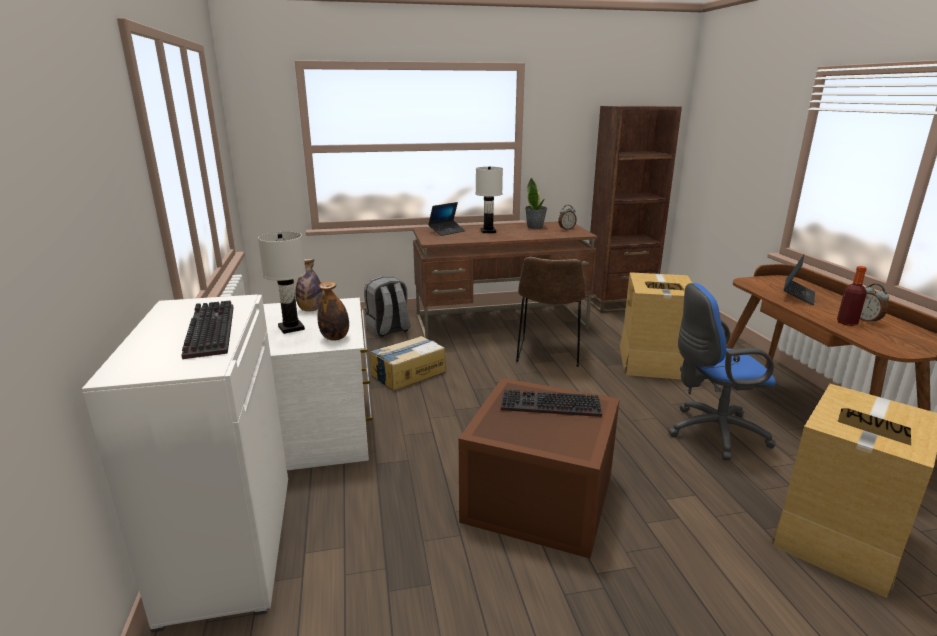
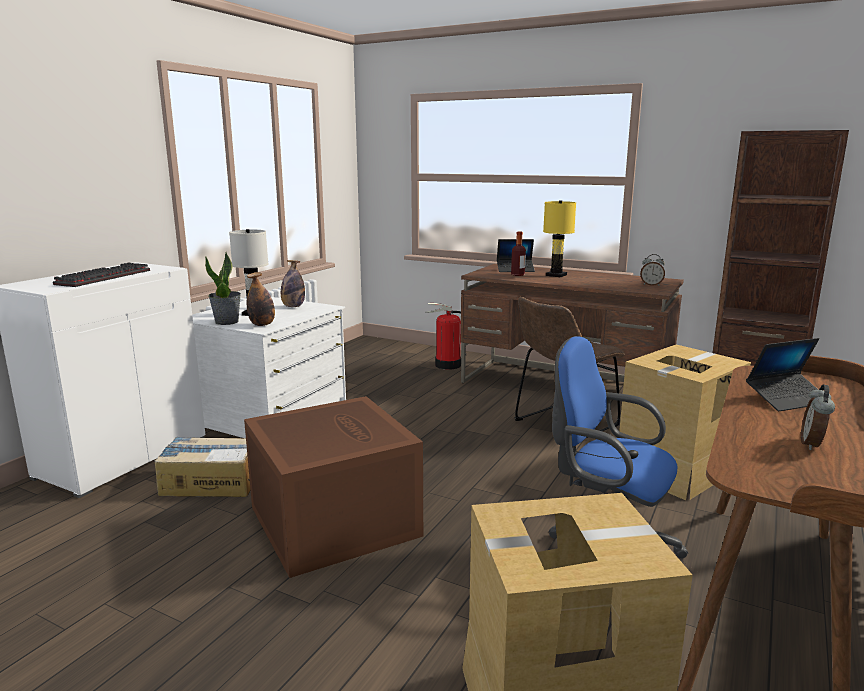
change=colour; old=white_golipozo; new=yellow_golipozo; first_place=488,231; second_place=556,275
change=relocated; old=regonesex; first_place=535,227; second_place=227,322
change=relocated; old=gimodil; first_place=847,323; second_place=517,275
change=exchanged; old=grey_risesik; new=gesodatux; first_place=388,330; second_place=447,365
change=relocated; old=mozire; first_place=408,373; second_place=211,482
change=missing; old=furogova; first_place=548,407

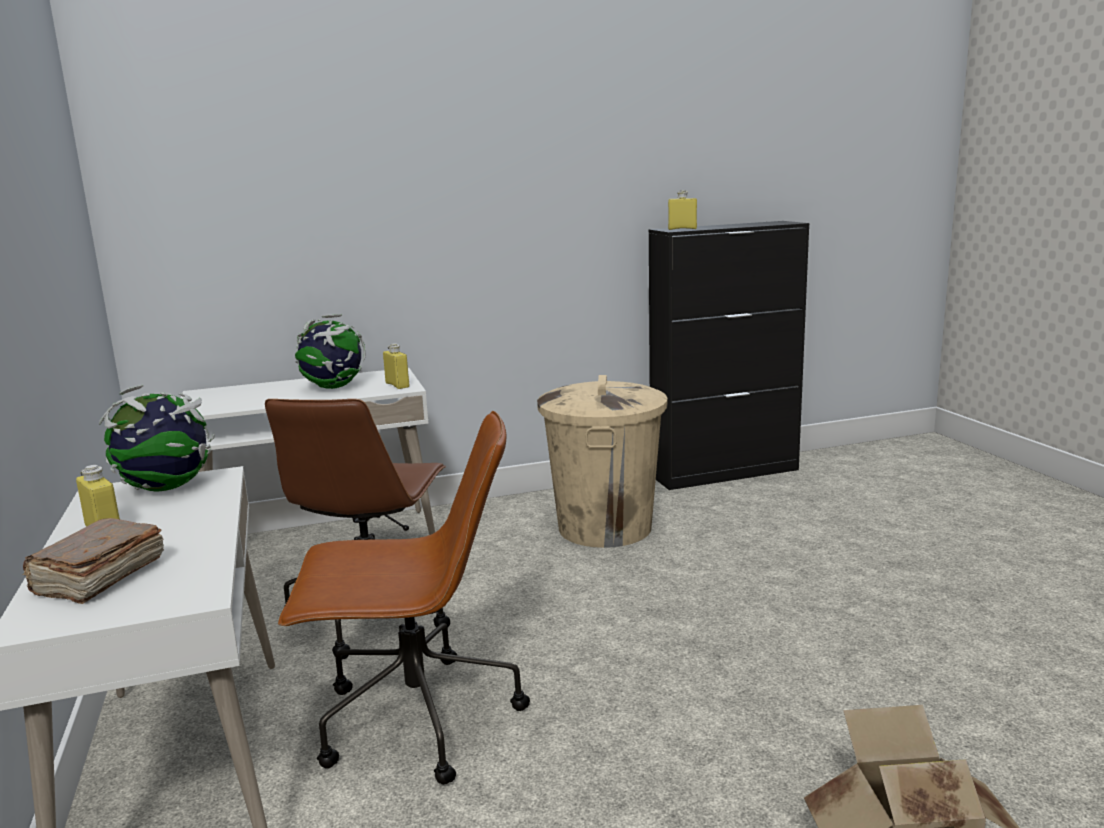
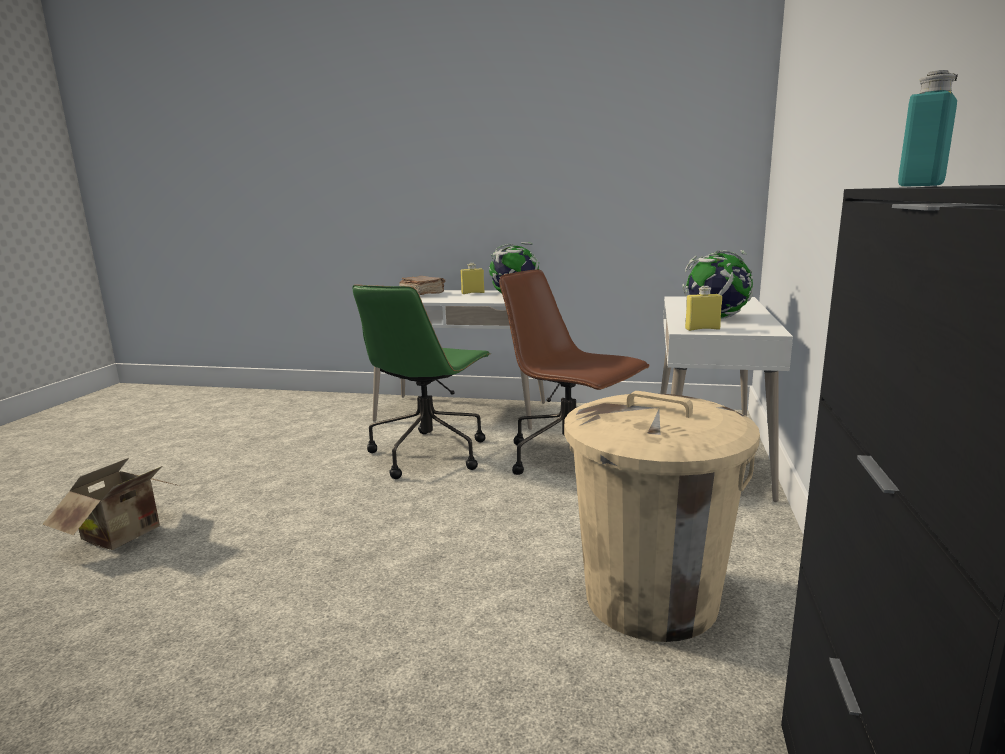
change=colour; old=yellow_gimodil; new=turquoise_gimodil; first_place=682,229; second_place=921,185
change=colour; old=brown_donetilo; new=green_donetilo; first_place=415,720; second_place=429,453

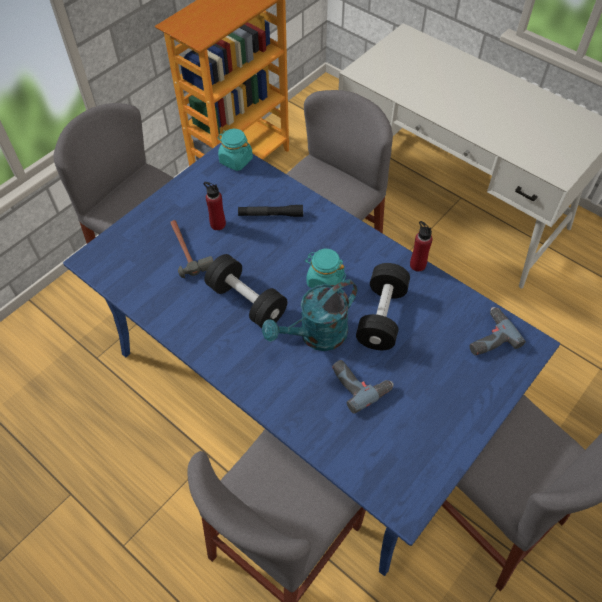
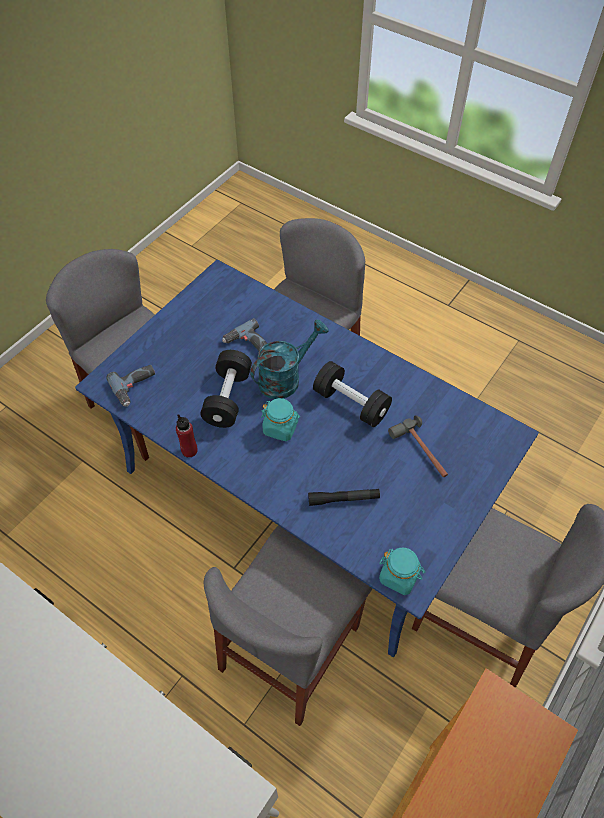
change=missing; old=red_gimodil; first_place=218,224

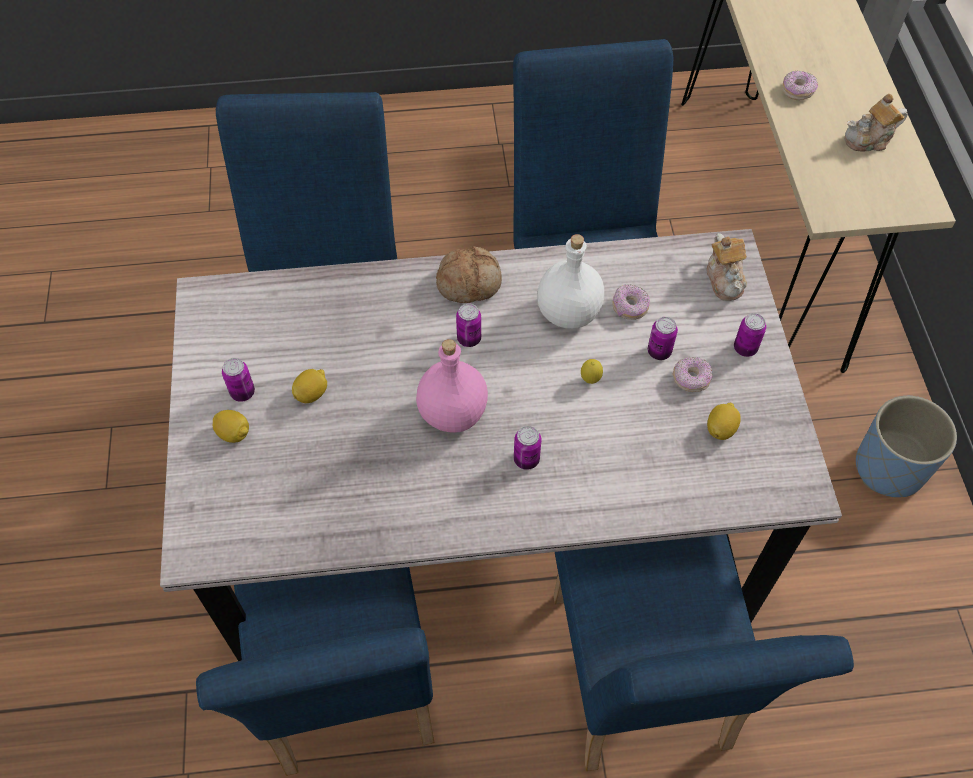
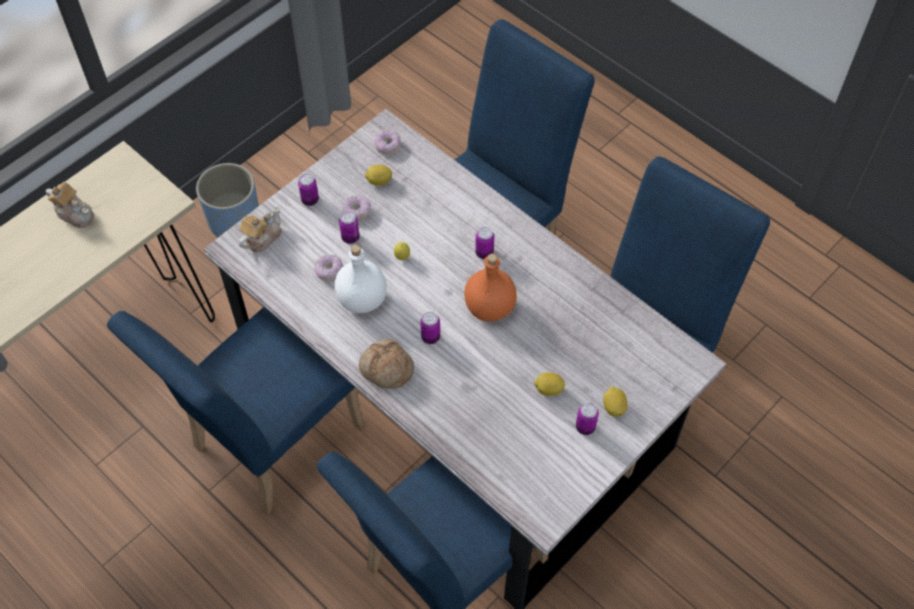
change=relocated; old=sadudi; first_place=797,91; second_place=387,146
change=colour; old=pink_gimodil; new=orange_gimodil; first_place=452,412; second_place=489,308

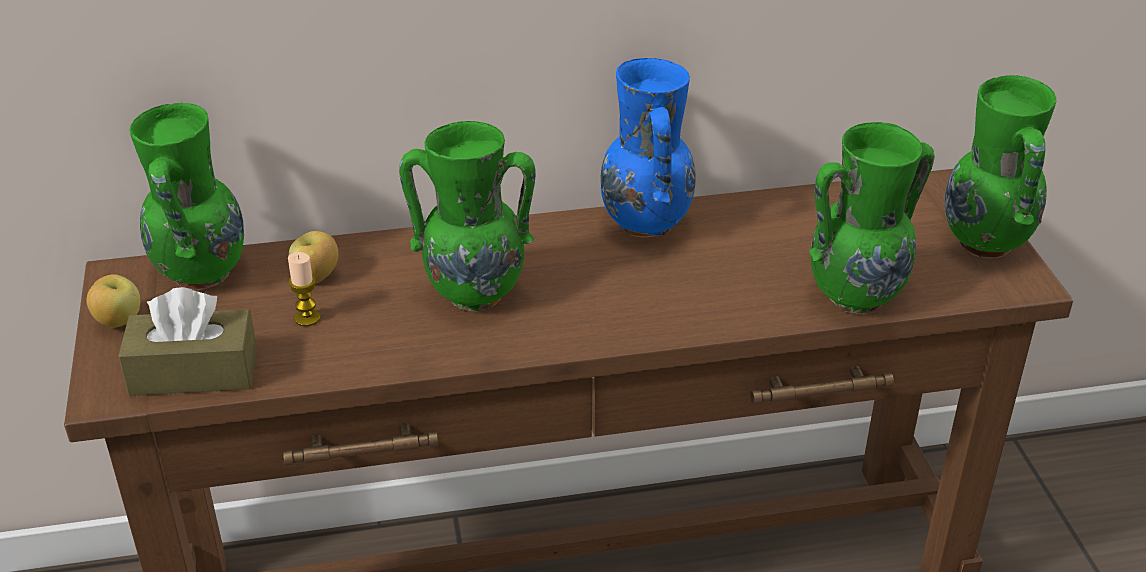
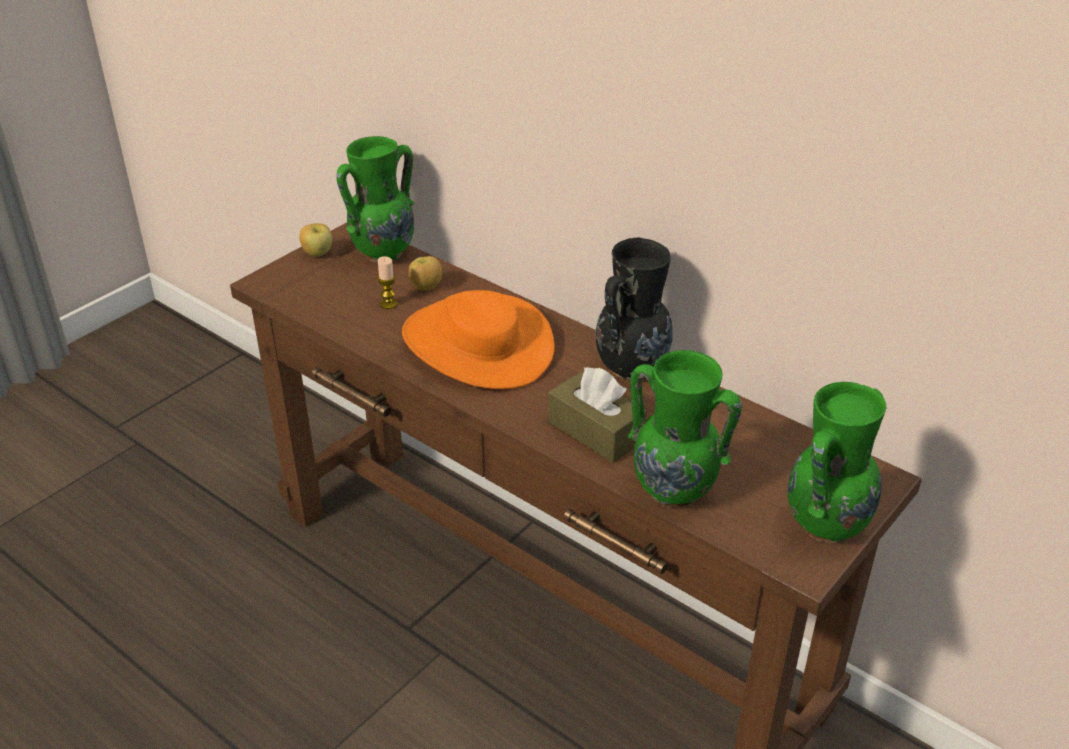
change=colour; old=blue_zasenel; new=black_zasenel; first_place=646,224; second_place=633,369
change=exchanged; old=green_zasenel; new=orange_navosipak; first_place=473,294; second_place=478,344
change=relocated; old=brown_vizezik; first_place=194,372; second_place=595,431

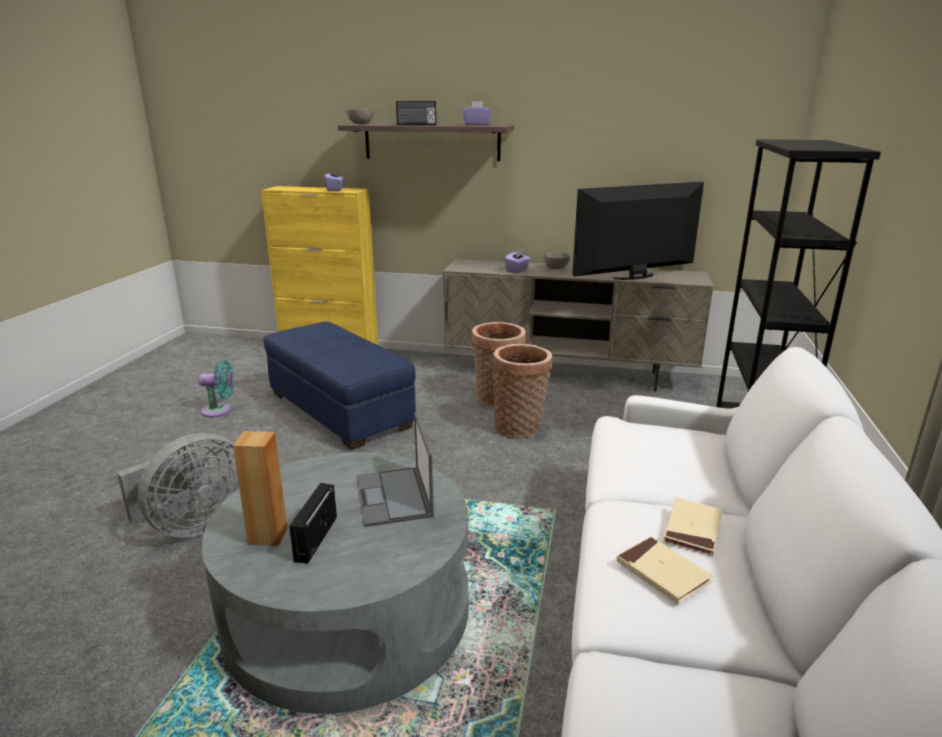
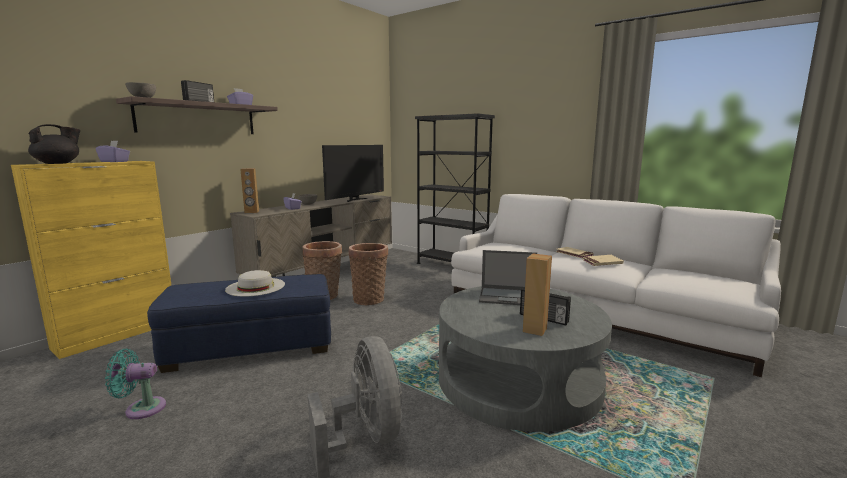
change=spun; old=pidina; first_place=635,277; second_place=355,200; degrees=-150
change=spun; old=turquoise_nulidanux; first_place=220,411; second_place=141,408; degrees=-120
change=appeared; new=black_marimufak; second_place=58,163
change=appeared; new=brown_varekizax; second_place=252,212
change=appeared; new=white_navosipak; second_place=255,287

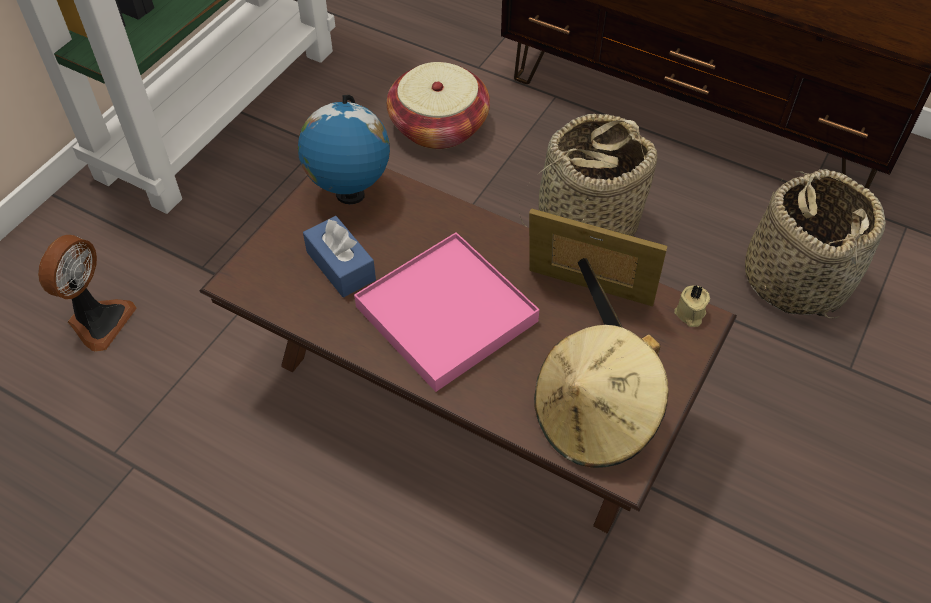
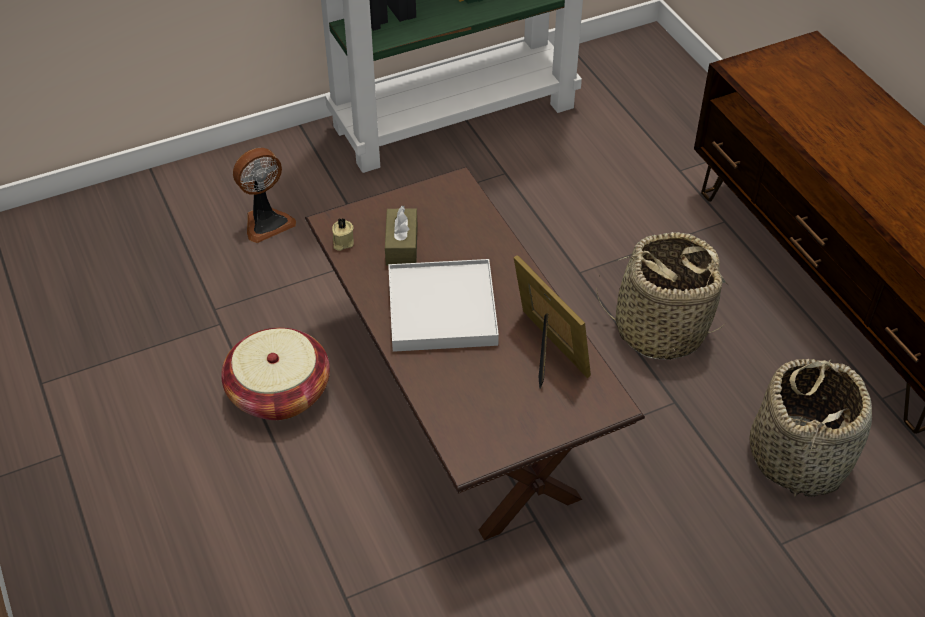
change=relocated; old=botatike; first_place=439,126; second_place=279,392
change=missing; old=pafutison; first_place=350,195
change=colour; old=blue_vizezik; new=brown_vizezik; first_place=341,266; second_place=401,245
change=colour; old=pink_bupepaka; new=white_bupepaka; first_place=445,314; second_place=441,309
change=relocated; old=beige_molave; first_place=689,314; second_place=342,242
change=missing; old=beige_navosipak; first_place=595,418

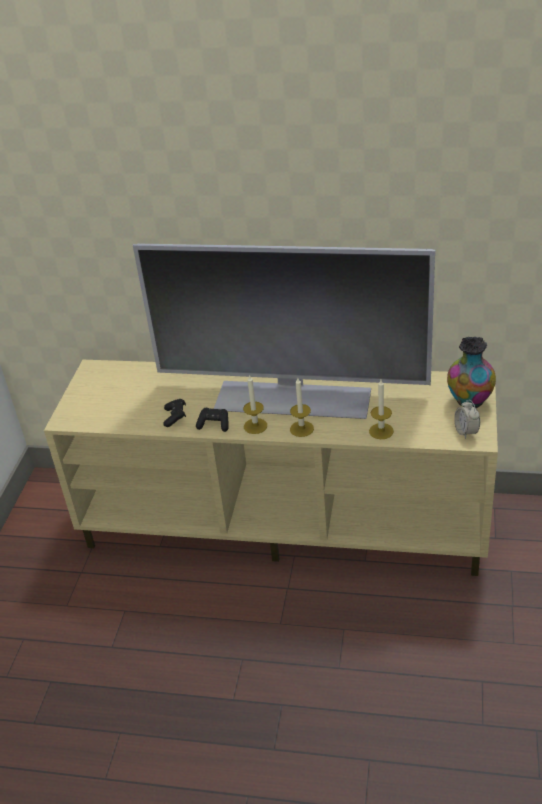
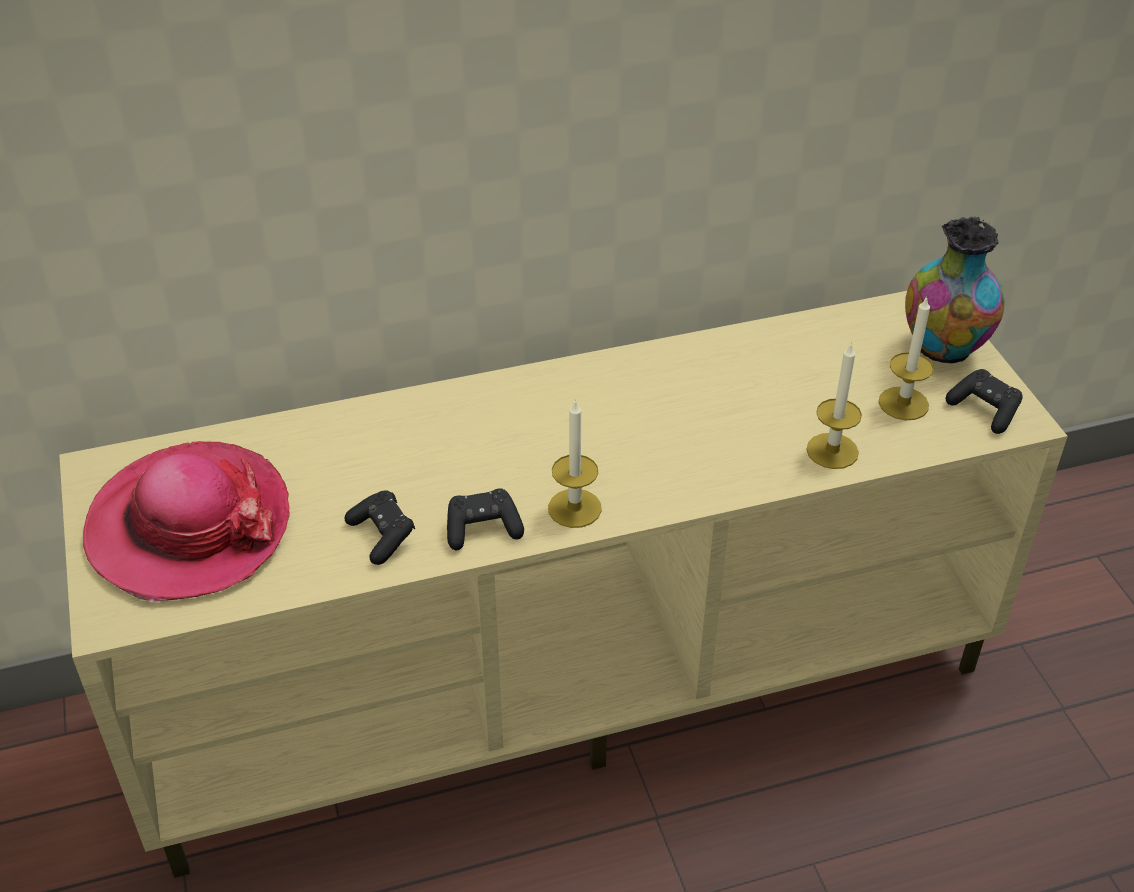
change=missing; old=pidina; first_place=292,398
change=relocated; old=molave; first_place=301,429; second_place=903,403
change=exchanged; old=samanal; new=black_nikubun; first_place=466,431; second_place=984,410
change=appeared; new=navosipak; second_place=189,526

